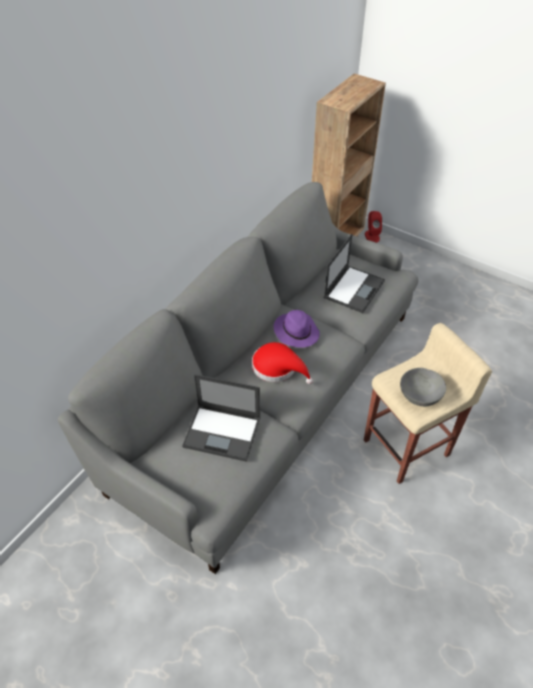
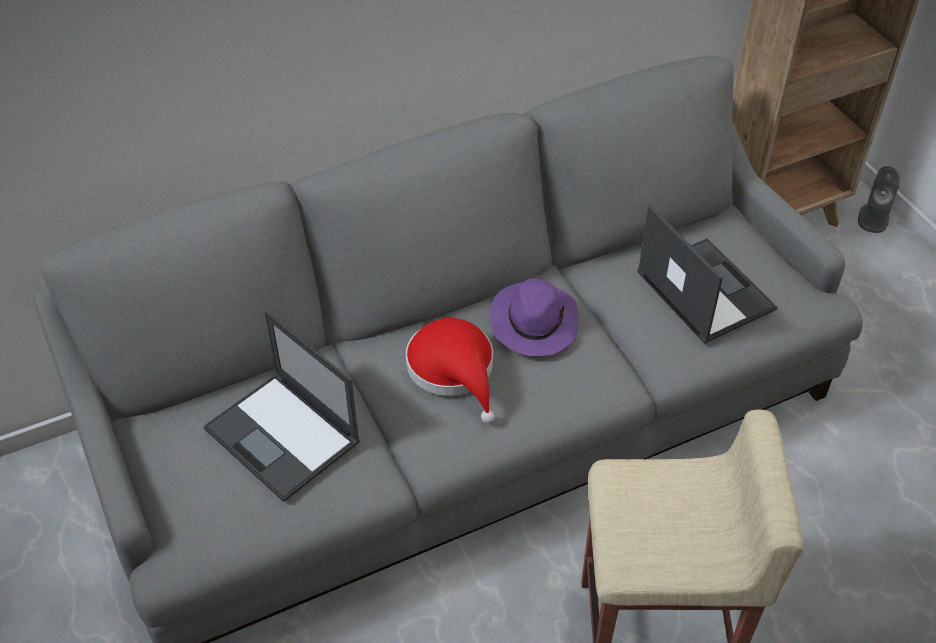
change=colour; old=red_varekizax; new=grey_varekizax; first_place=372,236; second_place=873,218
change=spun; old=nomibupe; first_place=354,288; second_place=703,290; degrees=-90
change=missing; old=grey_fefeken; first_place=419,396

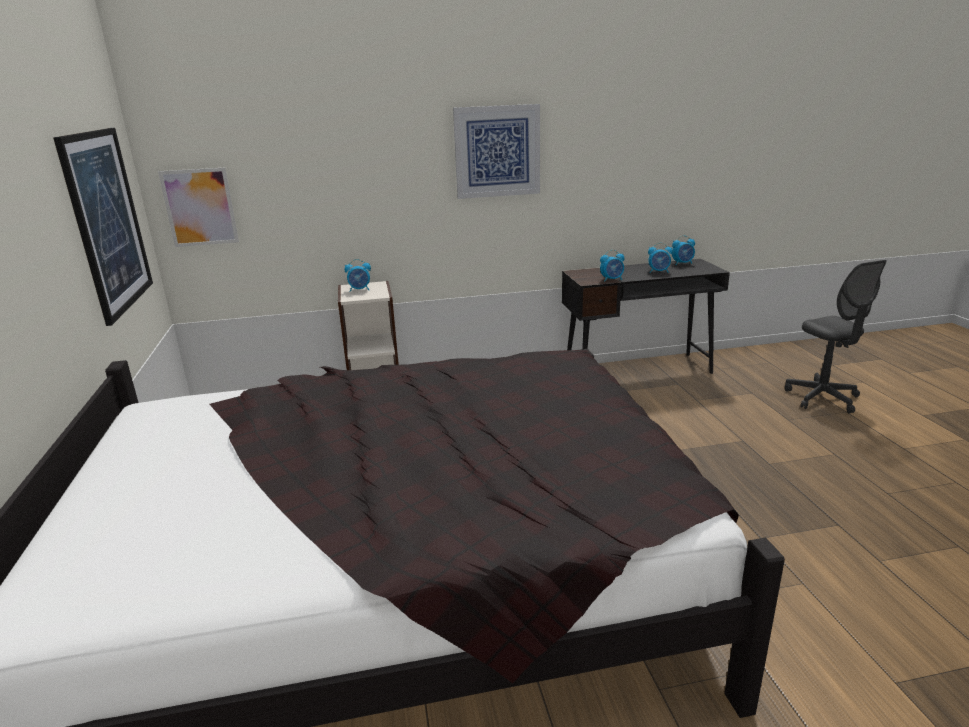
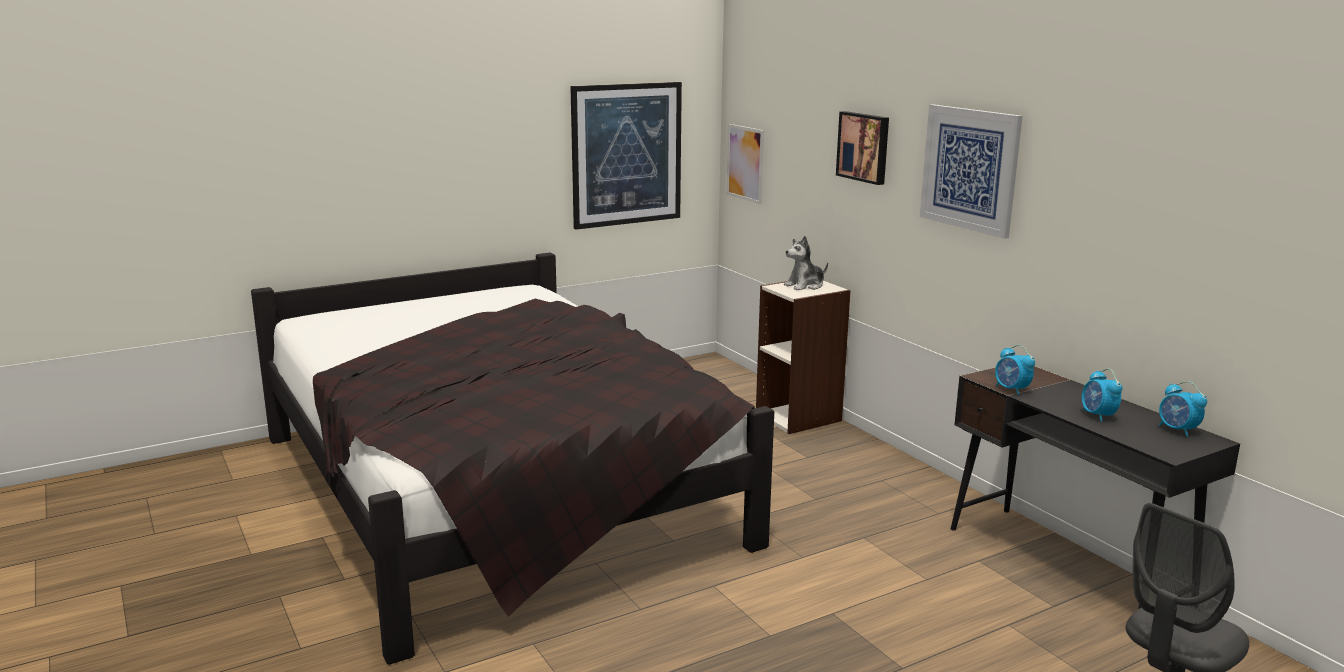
change=exchanged; old=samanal; new=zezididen; first_place=360,290; second_place=805,286
change=appeared; new=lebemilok; second_place=864,147

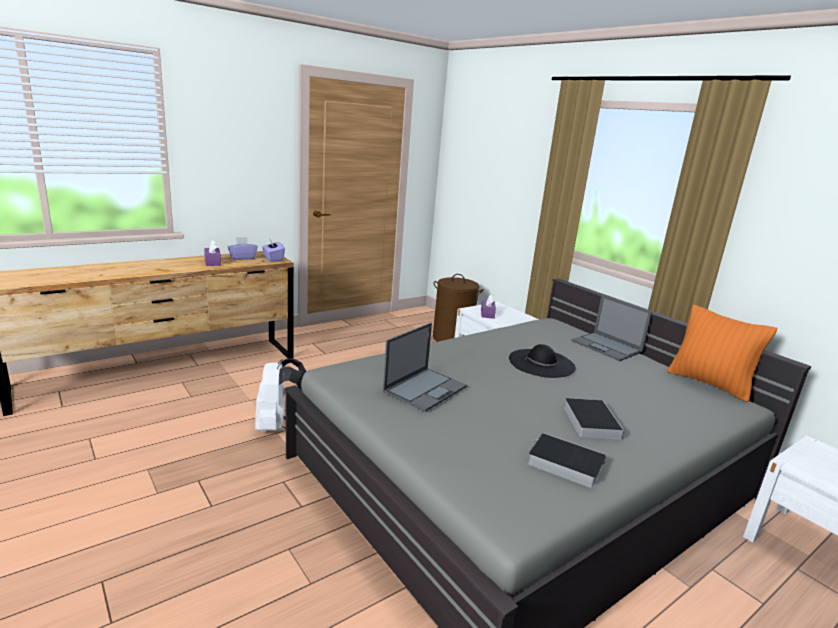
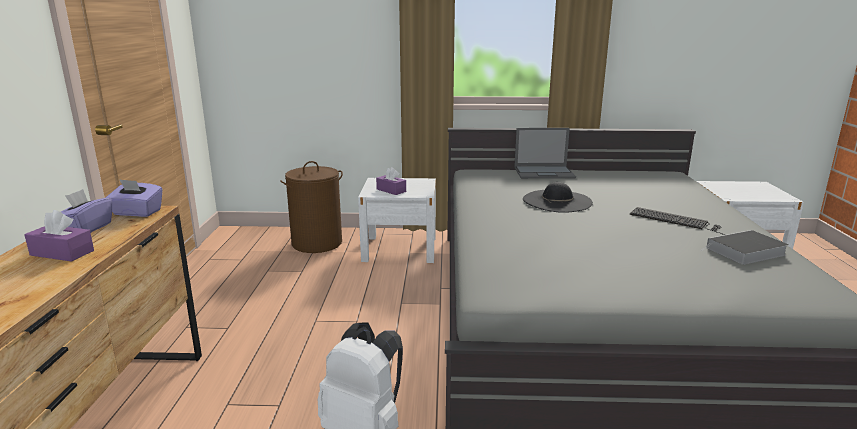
change=missing; old=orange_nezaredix; first_place=709,384
change=missing; old=nomibupe; first_place=425,388
change=exchanged; old=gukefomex; new=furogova; first_place=590,421; second_place=676,221

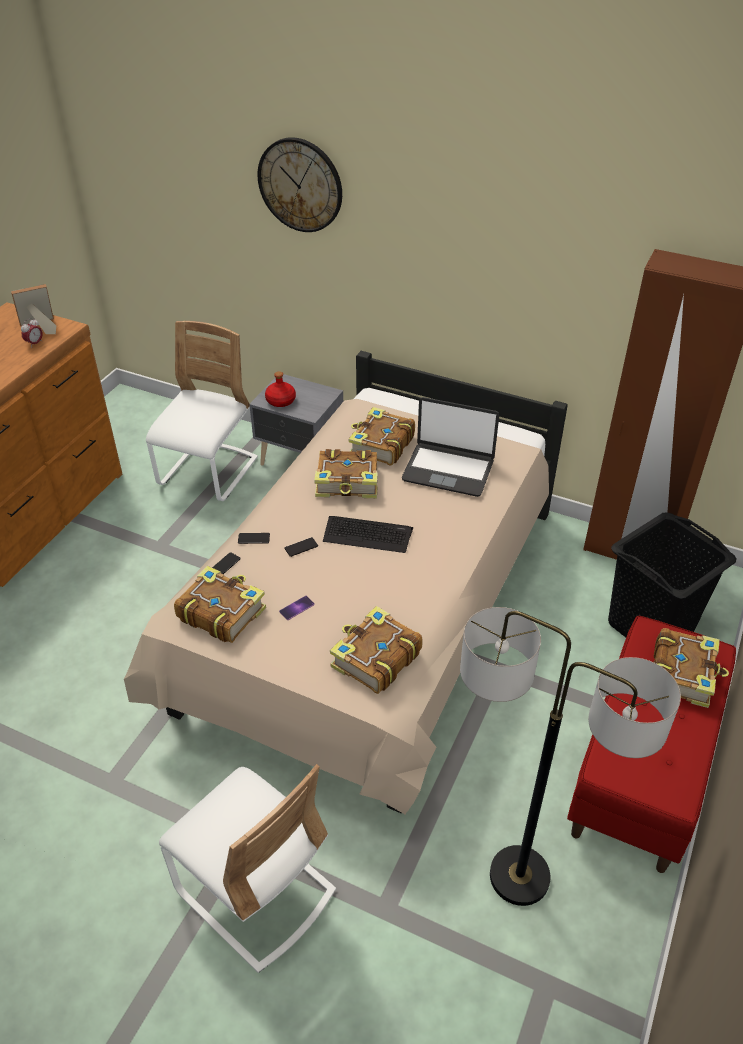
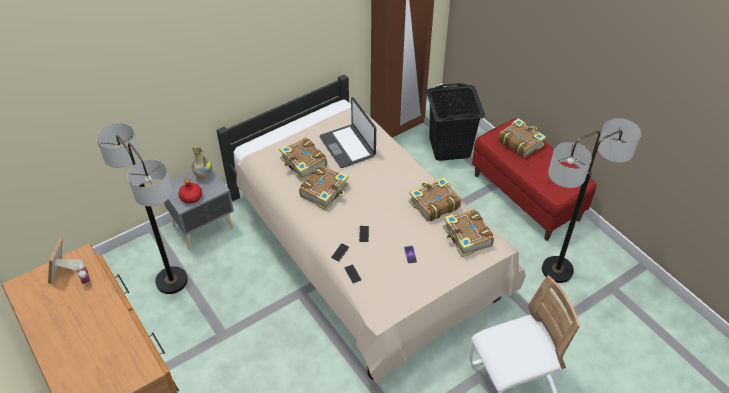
change=missing; old=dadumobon; first_place=300,185
change=exchanged; old=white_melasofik; new=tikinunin; first_place=208,473; second_place=172,281
change=spun; old=nomibupe; first_place=448,470; second_place=348,146; degrees=105
change=missing; old=furogova; first_place=367,535
change=relocated; old=gukefomex; first_place=221,612; second_place=433,204
change=appeared; new=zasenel; second_place=203,176

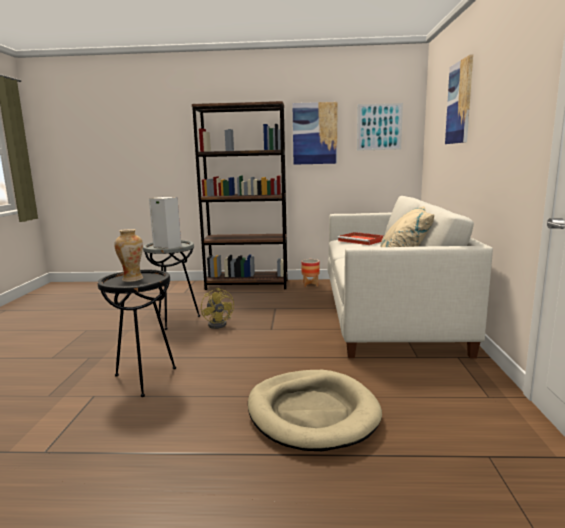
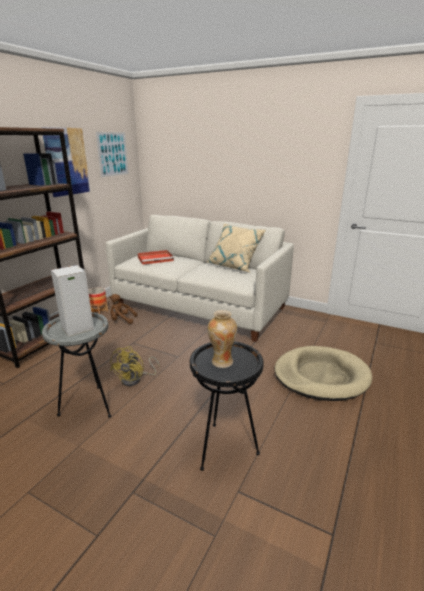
change=missing; old=lebemilok; first_place=459,103
change=spun; old=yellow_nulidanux; first_place=219,324; second_place=135,379; degrees=105
change=appeared; new=brown_zezididen; second_place=122,320

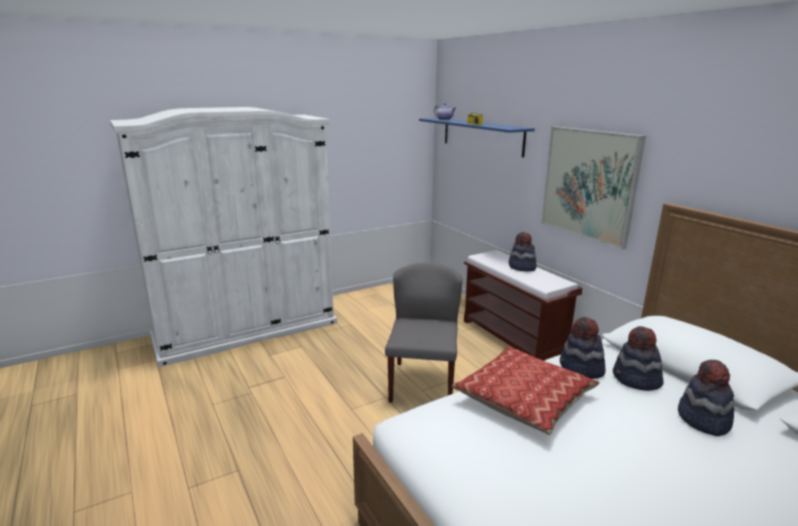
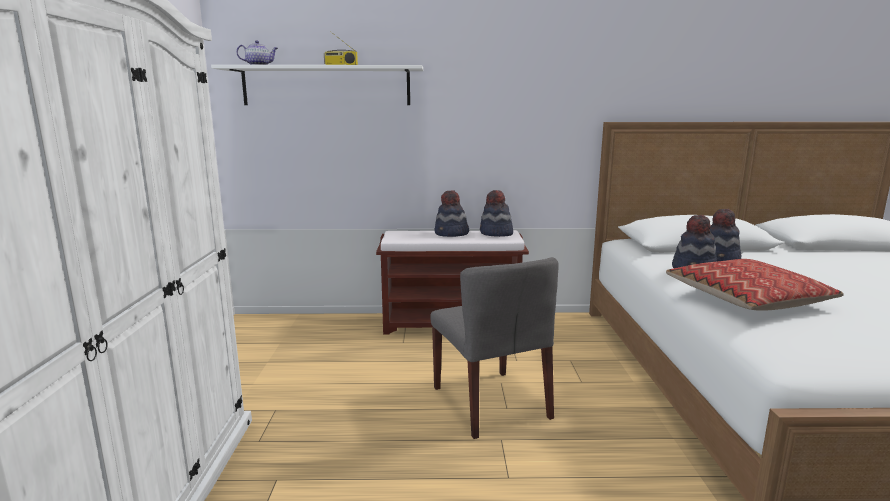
change=colour; old=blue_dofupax; new=white_dofupax; first_place=481,136; second_place=326,86
change=missing; old=lebemilok; first_place=588,184
change=spun; old=grey_melasofik; first_place=422,383; second_place=491,403; degrees=-150
change=relocated; old=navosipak; first_place=703,420; second_place=496,233

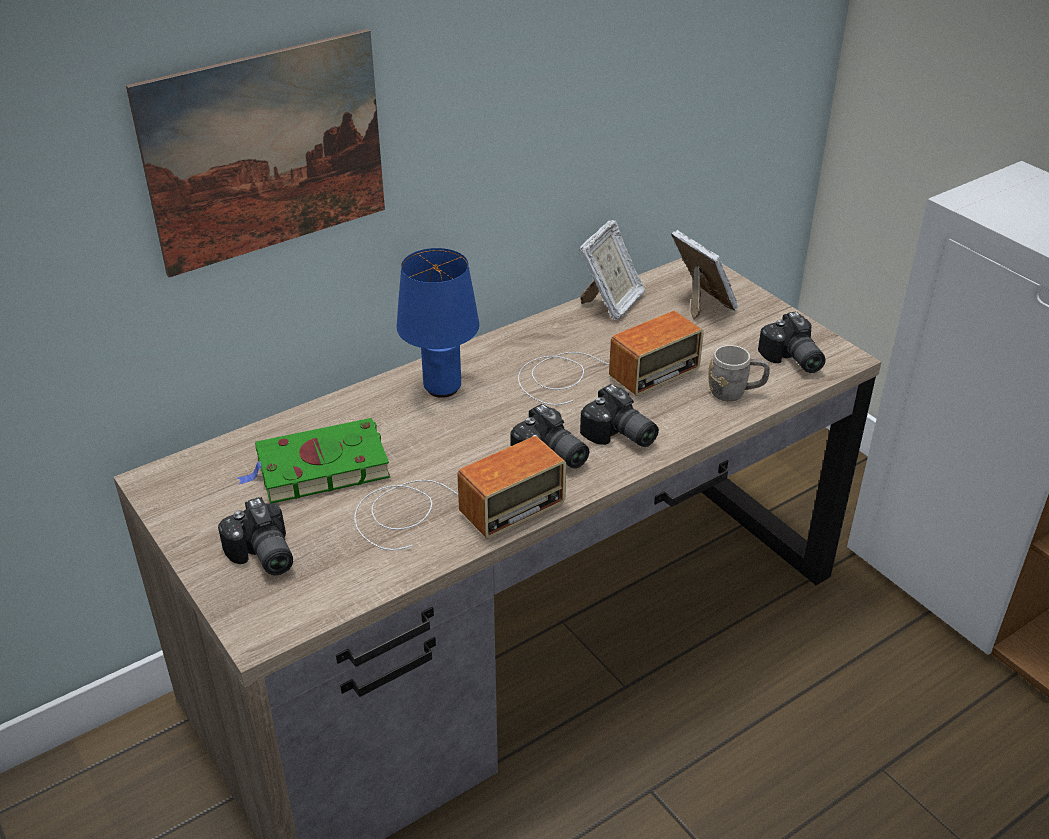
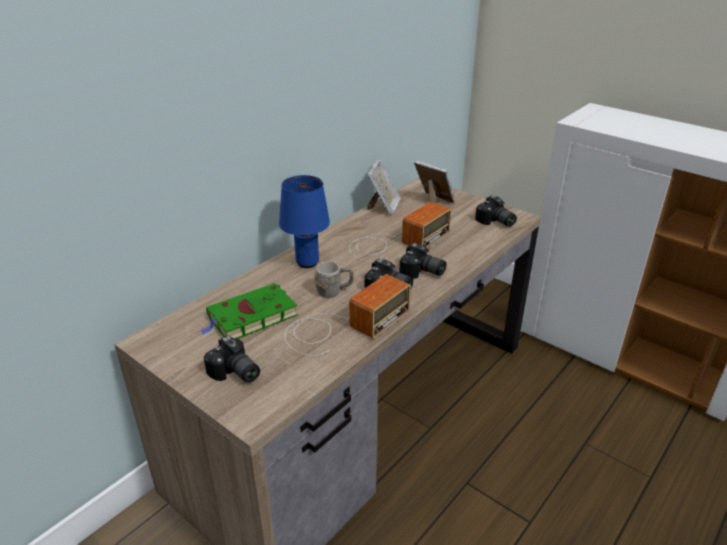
change=missing; old=lebemilok; first_place=266,152
change=relocated; old=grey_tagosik; first_place=735,392; second_place=334,292

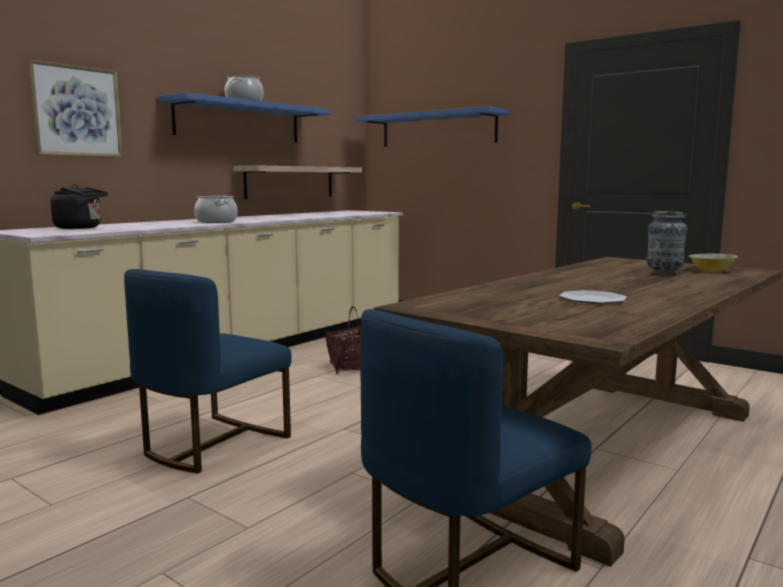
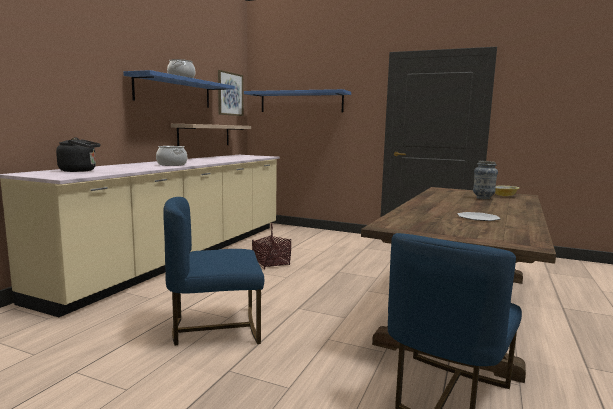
change=relocated; old=lebemilok; first_place=76,111; second_place=230,94
change=spun; old=blue_melasofik; first_place=212,444; second_place=216,328; degrees=60

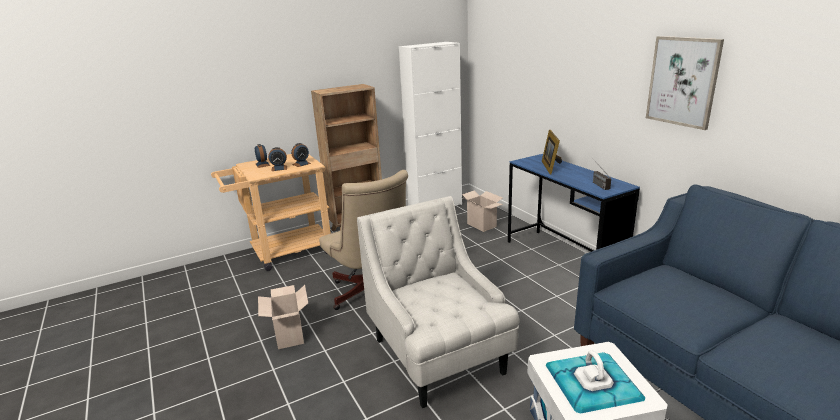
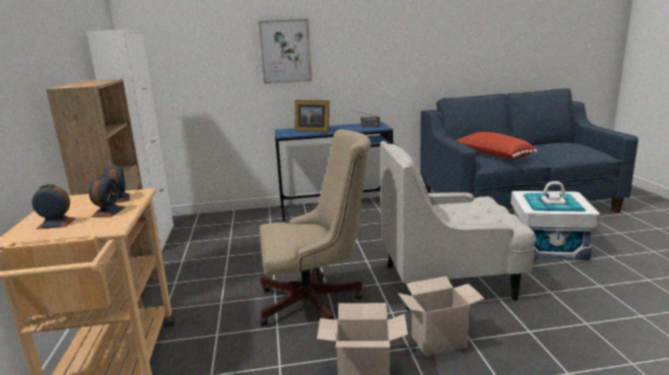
change=relocated; old=lebemilok; first_place=683,81; second_place=285,51
change=relocated; old=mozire; first_place=482,225; second_place=439,340
change=appeared; new=red_nezaredix; second_place=492,155

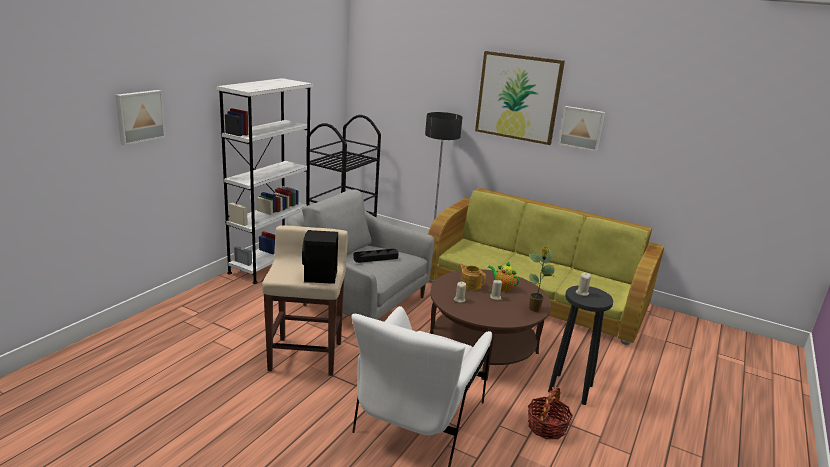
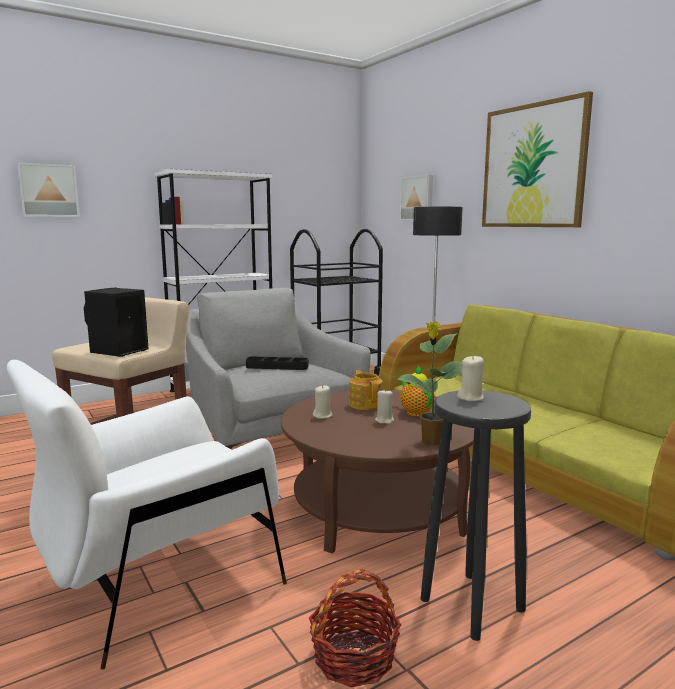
change=relocated; old=lebemilok; first_place=581,128; second_place=417,198

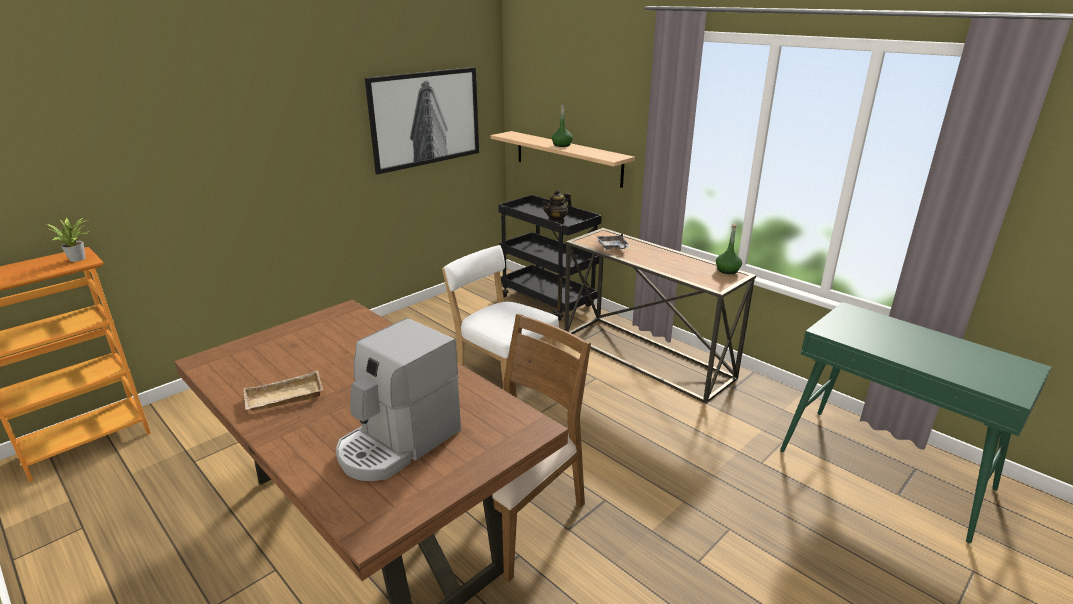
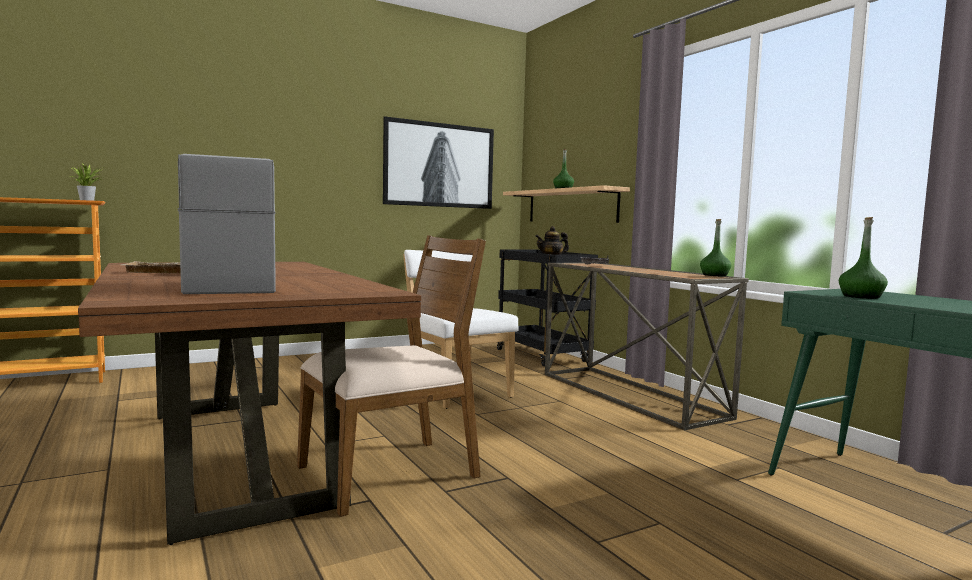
change=spun; old=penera; first_place=398,443; second_place=231,286; degrees=105
change=appeared; new=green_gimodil; second_place=861,297

